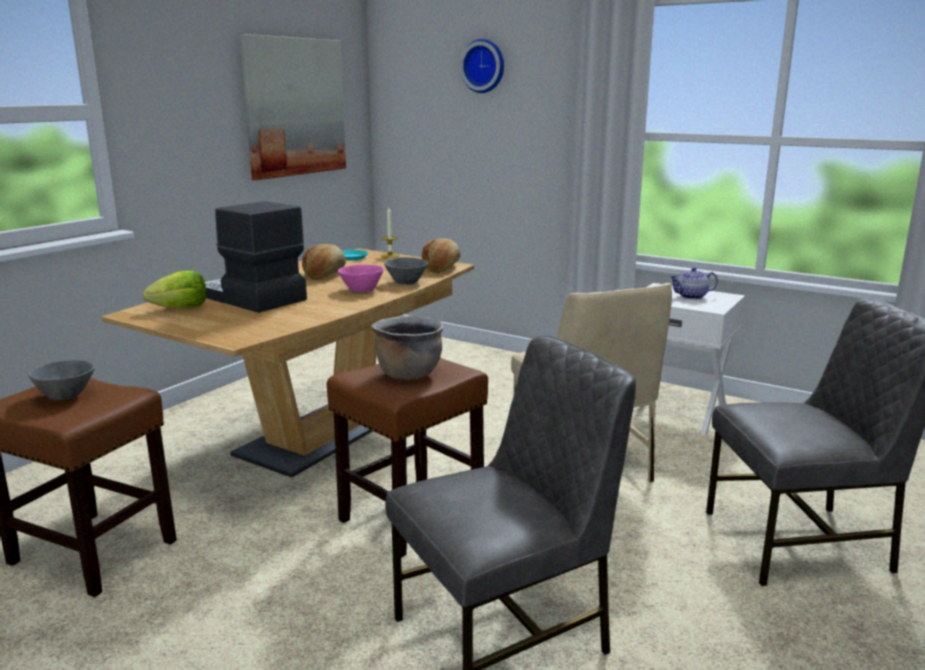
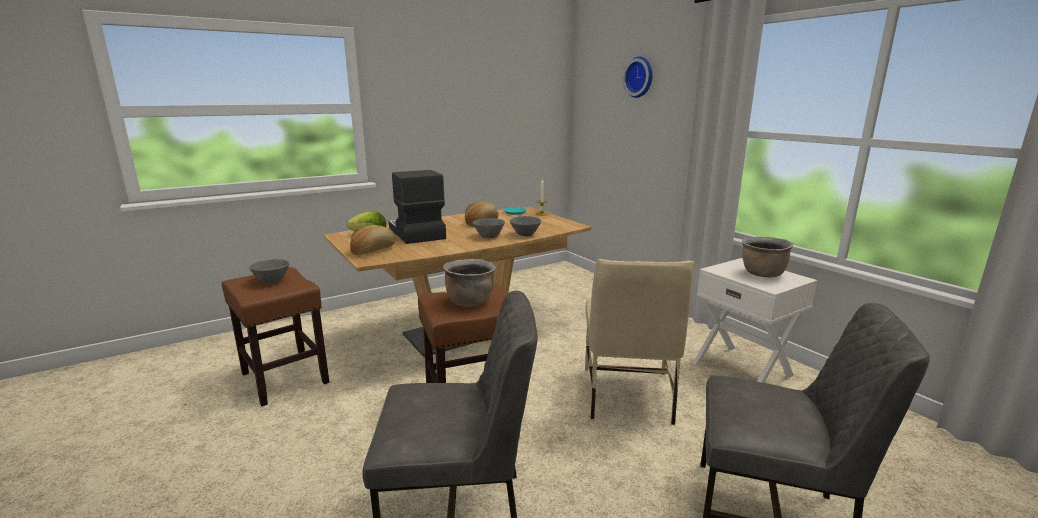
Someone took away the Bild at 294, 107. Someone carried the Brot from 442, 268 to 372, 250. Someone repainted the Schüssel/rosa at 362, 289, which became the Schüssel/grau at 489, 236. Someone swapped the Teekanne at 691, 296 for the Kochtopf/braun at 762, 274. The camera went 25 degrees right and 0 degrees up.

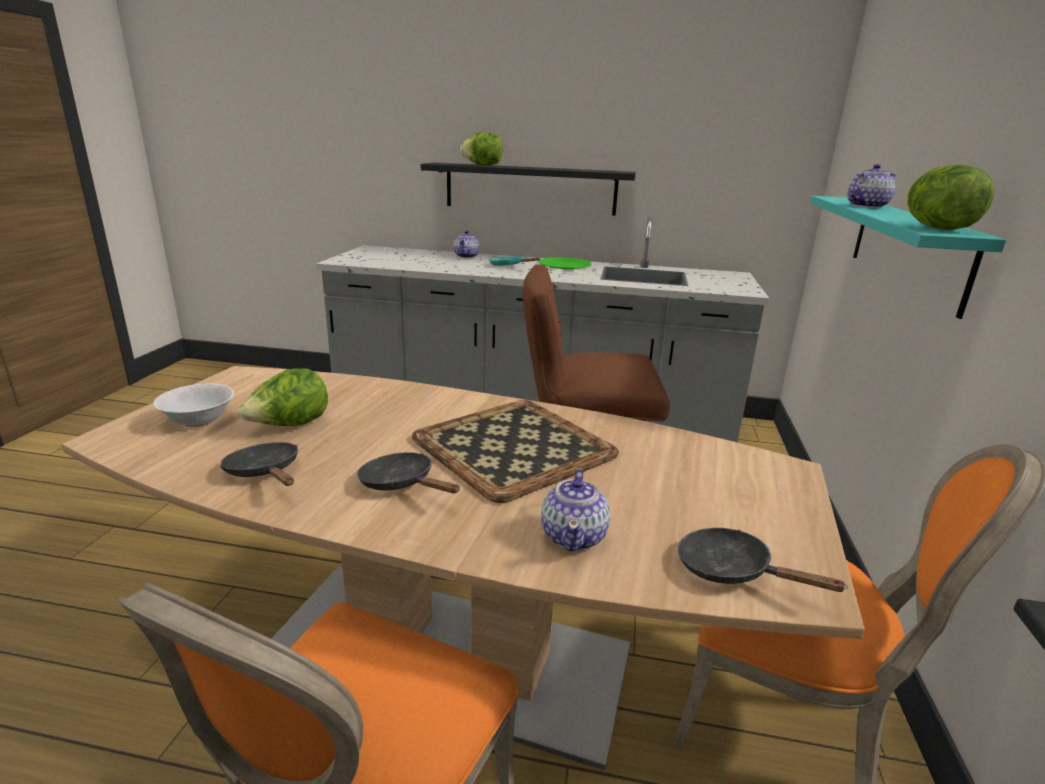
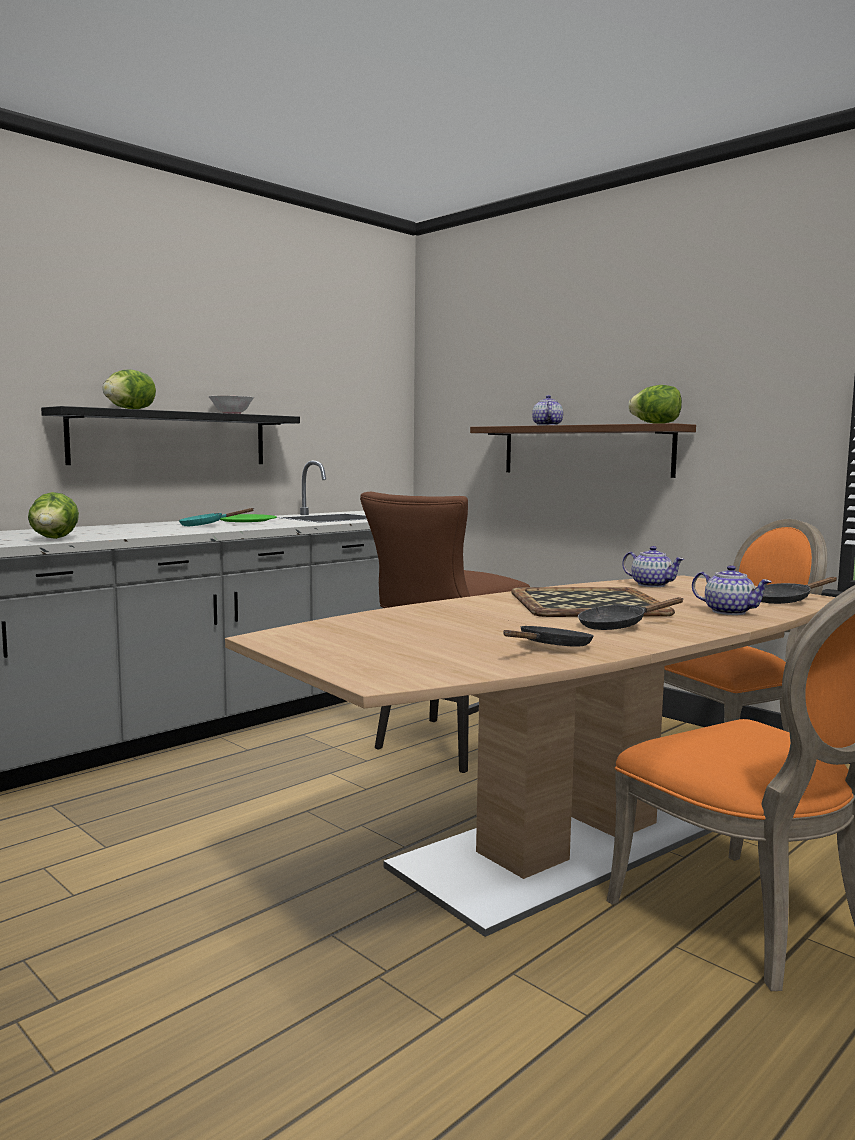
Someone repainted the Wandregal/türkis at 906, 248, which became the Wandregal/braun at 585, 450. Someone carried the Teekanne from 467, 256 to 651, 585. Someone carried the Salatkopf from 290, 426 to 54, 539. Someone carried the Schüssel/weiß from 199, 421 to 231, 414. Someone rotated the Pfanne/schwarz at 265, 472 by 135 degrees clockwise. The camera went 55 degrees left and 15 degrees down.

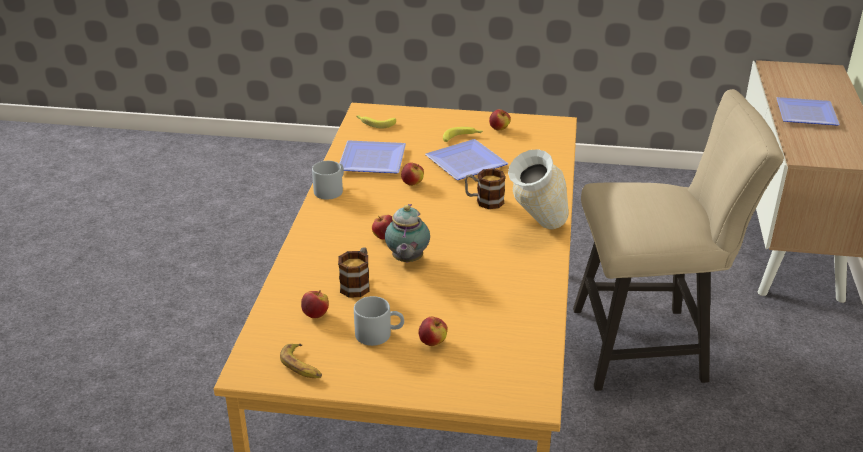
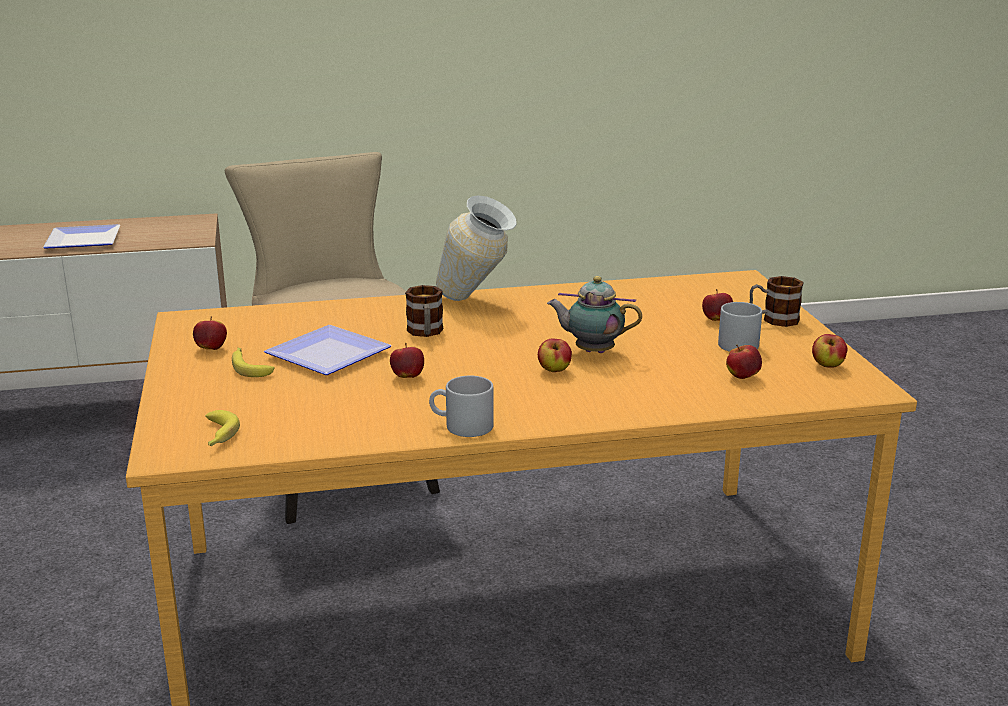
Someone took away the Teller at 370, 159. Someone rotated the Teekanne at 407, 260 by 150 degrees counterclockwise. Someone carried the Henkelbecher from 357, 284 to 773, 320. Someone swapped the Banane at 302, 366 for the Apfel at 827, 366. The camera went 110 degrees left and 10 degrees down.

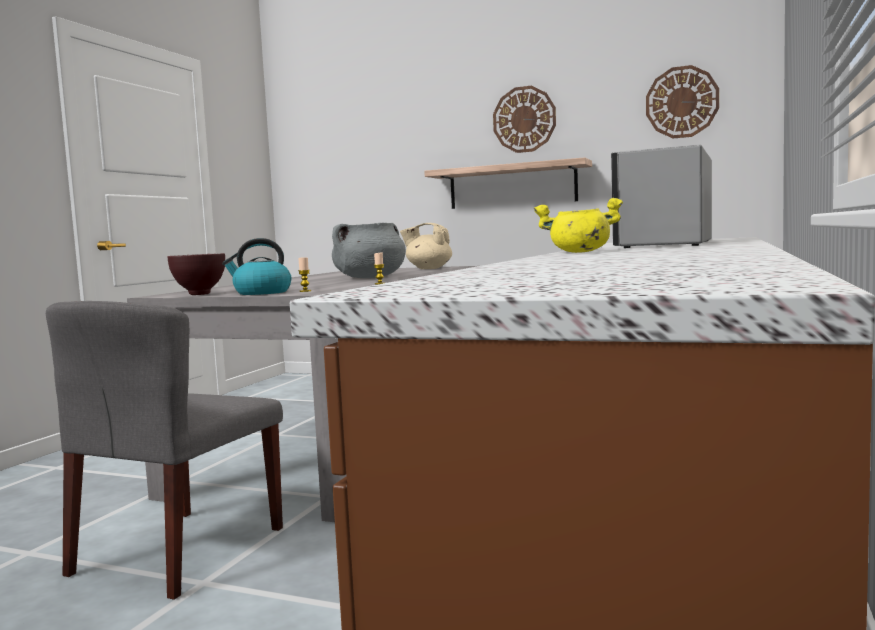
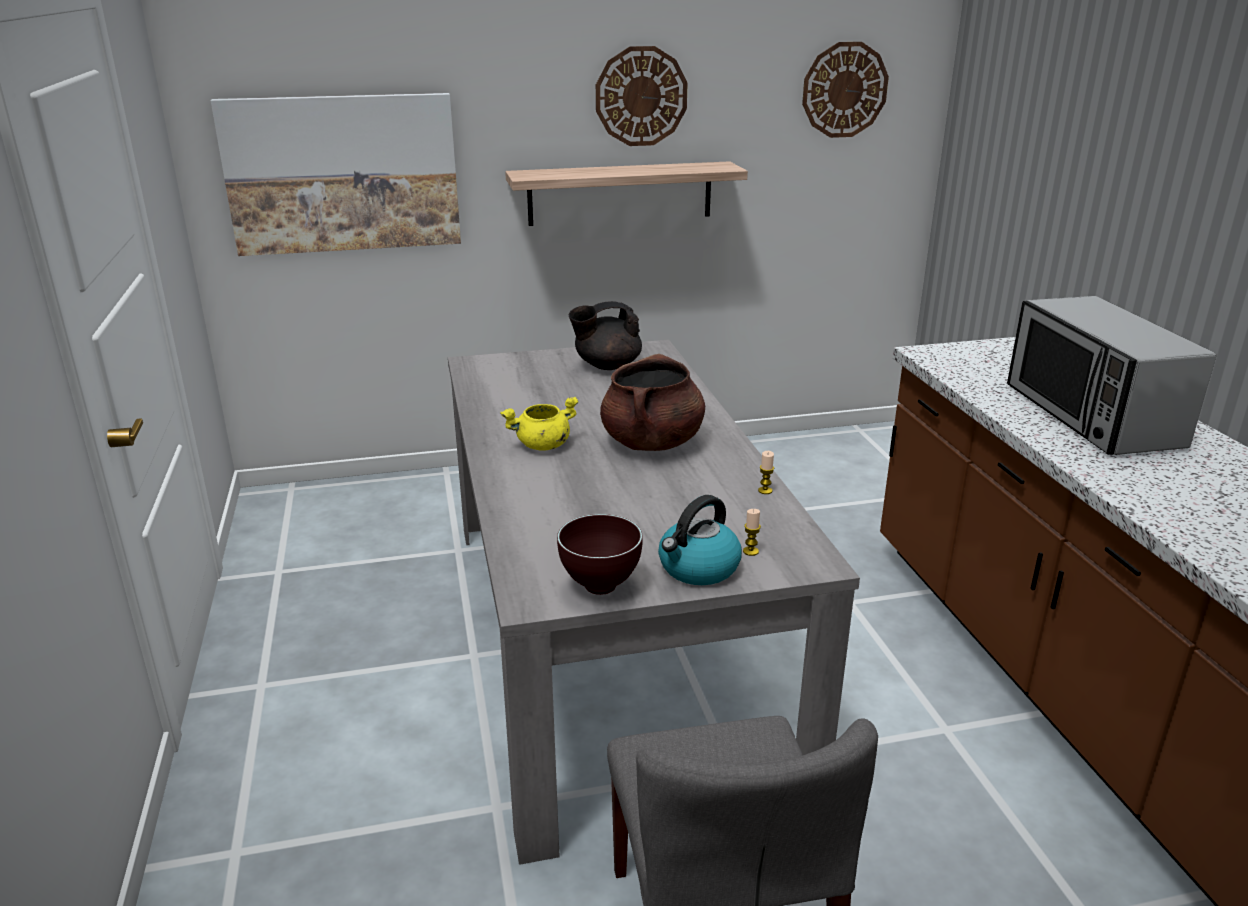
Someone carried the Kochtopf/gelb from 579, 252 to 542, 445. Someone repainted the Kochtopf/grau at 370, 278, which became the Kochtopf/braun at 652, 443. Someone repainted the Teekanne/beige at 428, 268, which became the Teekanne/schwarz at 606, 365. Someone put up the Bild at 343, 173. The camera went 35 degrees left and 20 degrees up.

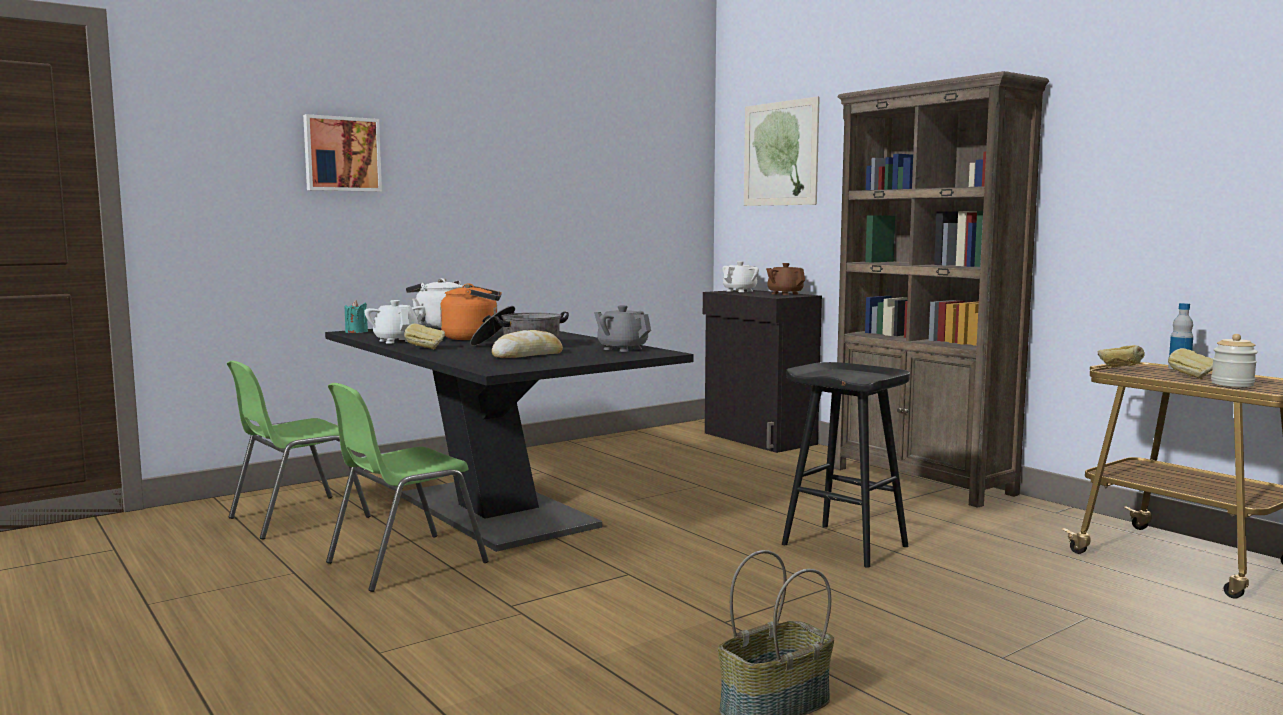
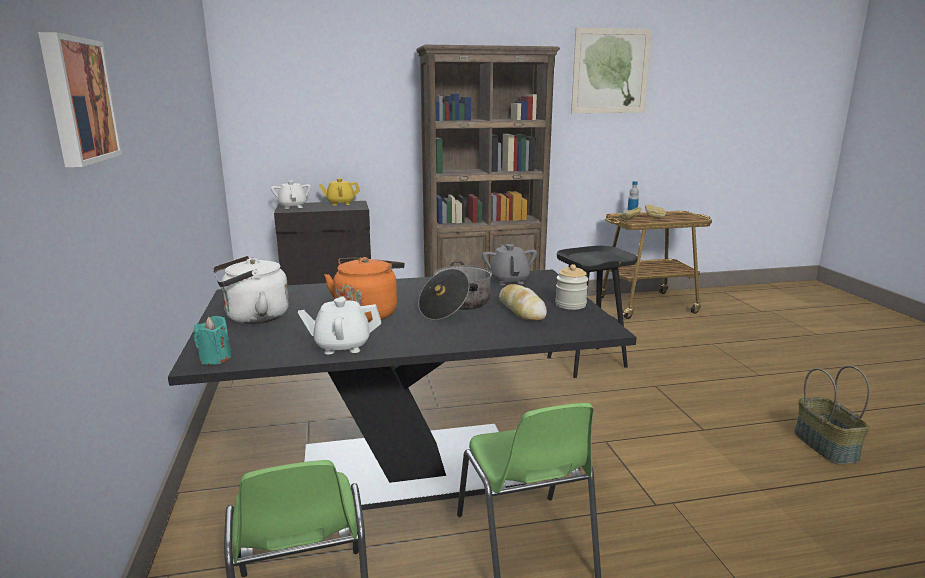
Someone carried the Bild from 780, 153 to 610, 71. Someone repainted the Teekanne/braun at 785, 294, which became the Teekanne/gelb at 340, 203. Someone rotated the Teekanne/grau at 622, 349 by 105 degrees clockwise. Someone took away the Brot at 425, 348. Someone carried the Vorratsglas from 1232, 384 to 570, 305. The camera went 65 degrees left and 10 degrees up.

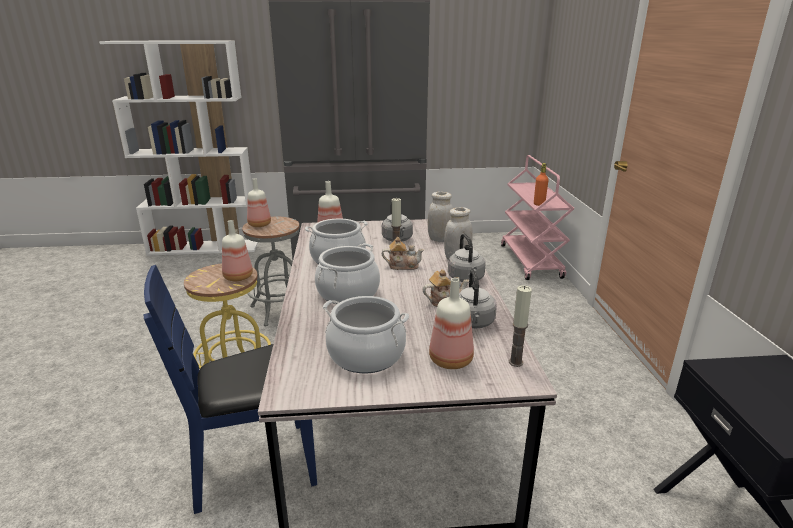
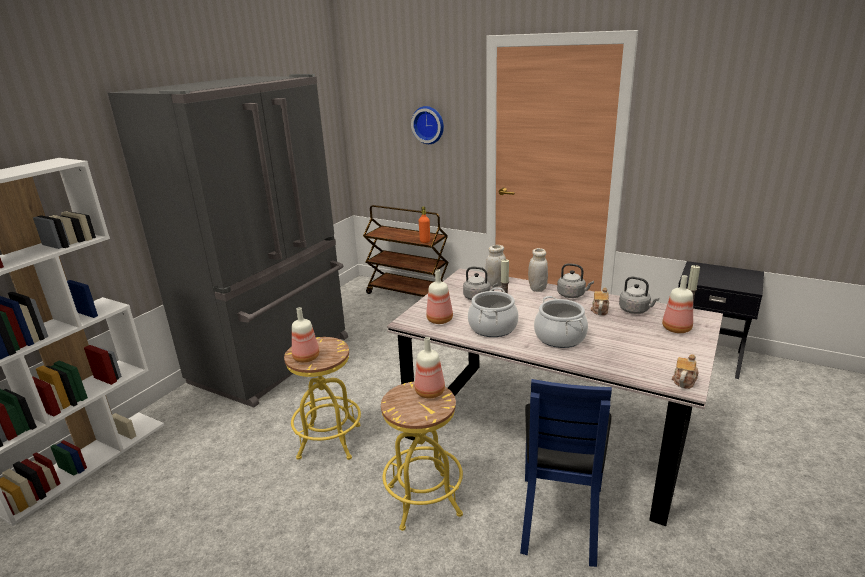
Someone repainted the Rollwagen/rosa at 531, 261, which became the Rollwagen/braun at 409, 294. Someone repainted the Hocker/grau at 280, 310, which became the Hocker/gelb at 329, 441. Someone carried the Teekanne from 402, 266 to 684, 380. Someone took away the Kochtopf at 366, 355. Someone put up the Wanduhr at 428, 124. The camera went 55 degrees left and 0 degrees up.

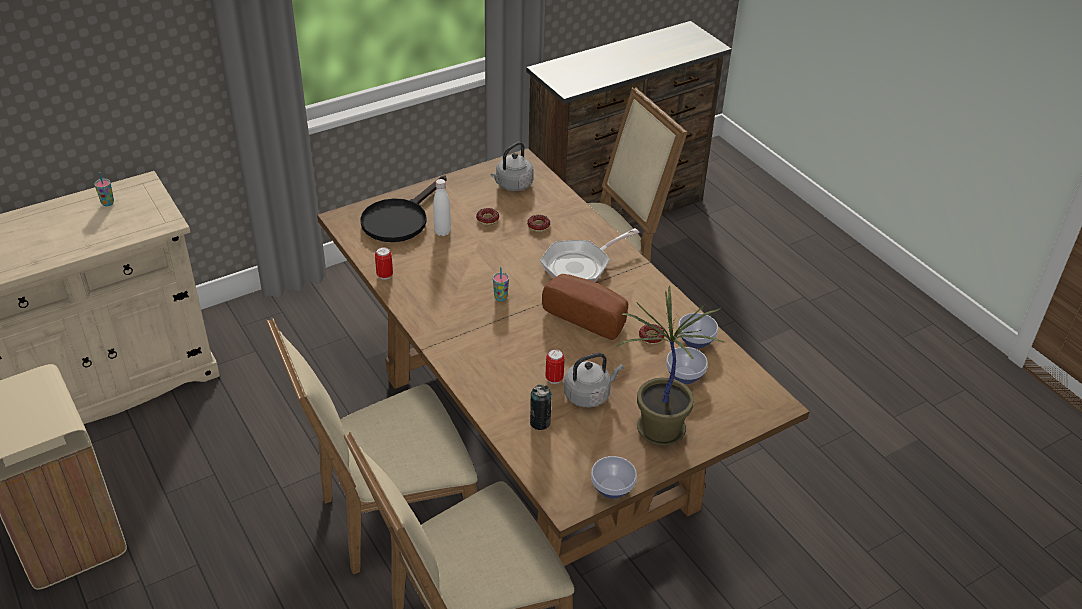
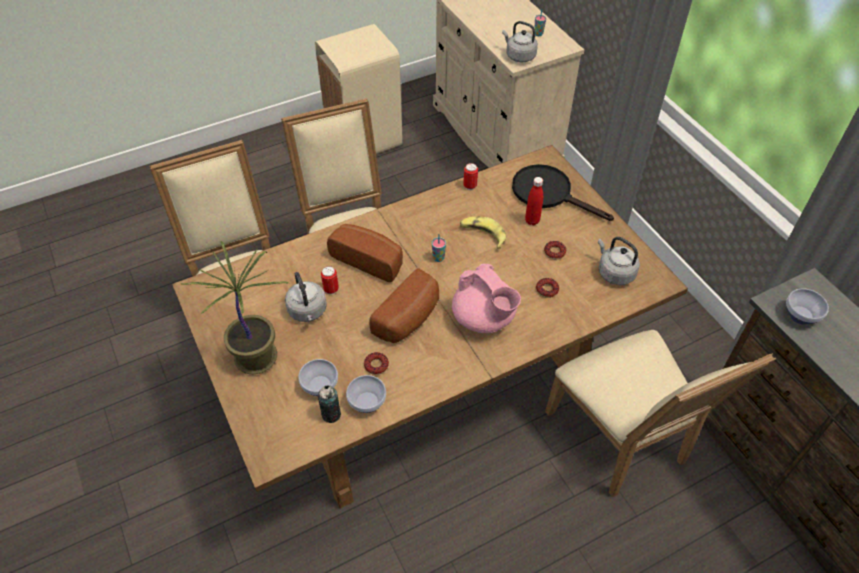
Someone repainted the Flasche/weiß at 442, 232, which became the Flasche/rot at 532, 221. Someone swapped the Pfanne at 580, 266 for the Teekanne/rosa at 484, 318. Someone carried the Dose from 540, 422 to 331, 414. Someone carried the Schüssel from 611, 487 to 801, 315. Someone put down the Wasserkessel/grau at 519, 56. Someone put down the Banane at 483, 234. Someone put down the Brot at 369, 259. The camera went 95 degrees right and 10 degrees up.

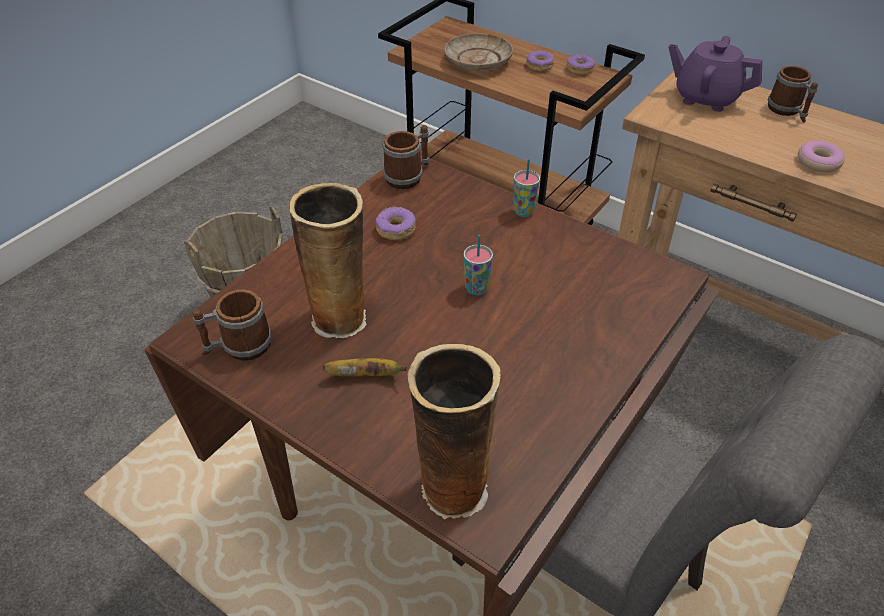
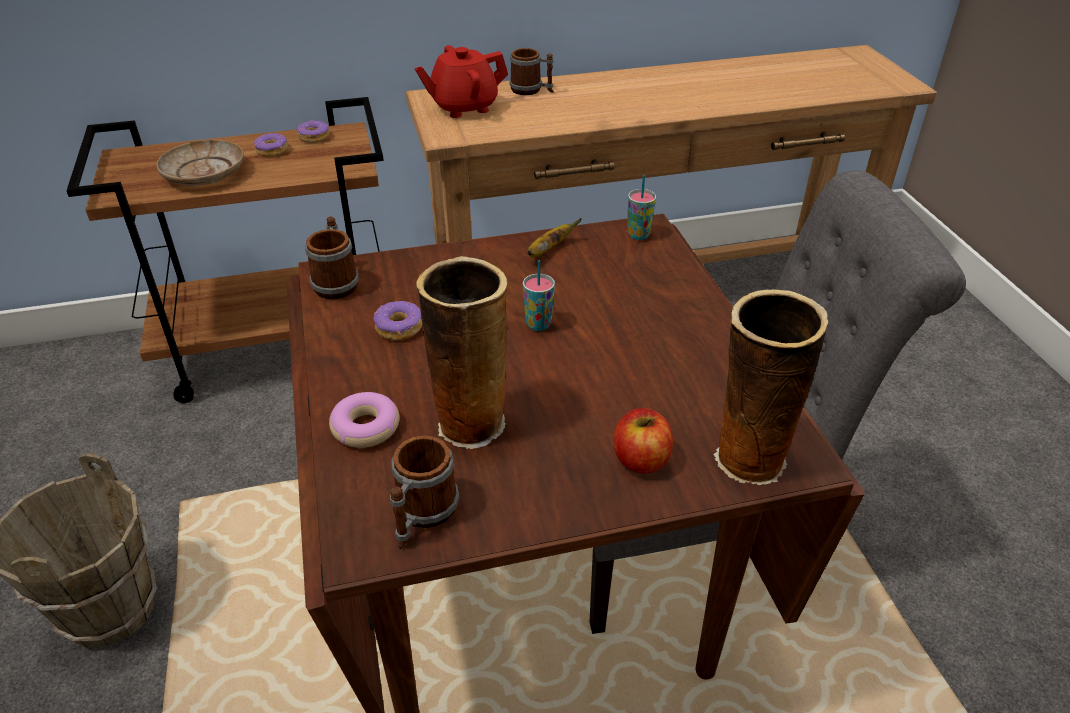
Someone repainted the Teekanne/lila at 705, 98, which became the Teekanne/rot at 463, 107. Someone carried the Donut from 818, 162 to 365, 427. Someone carried the Tasse from 523, 211 to 638, 235. Someone carried the Banane from 366, 376 to 548, 250. Someone put down the Apfel at 640, 460. The camera went 50 degrees left and 5 degrees down.

